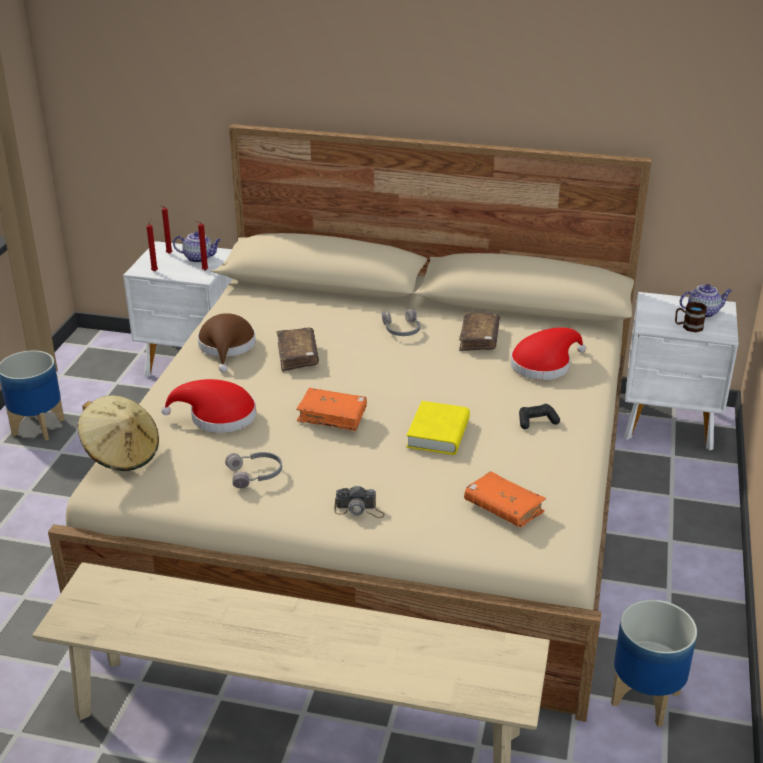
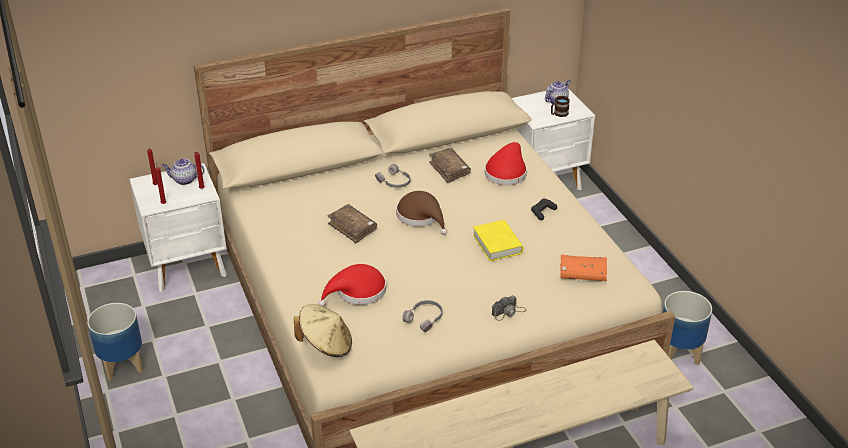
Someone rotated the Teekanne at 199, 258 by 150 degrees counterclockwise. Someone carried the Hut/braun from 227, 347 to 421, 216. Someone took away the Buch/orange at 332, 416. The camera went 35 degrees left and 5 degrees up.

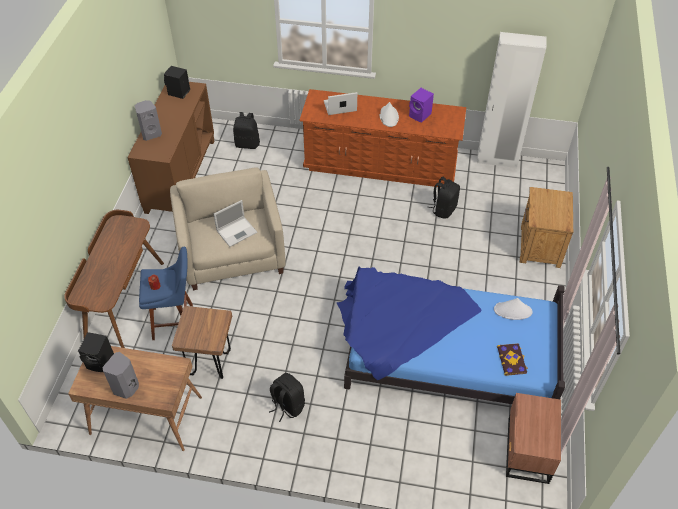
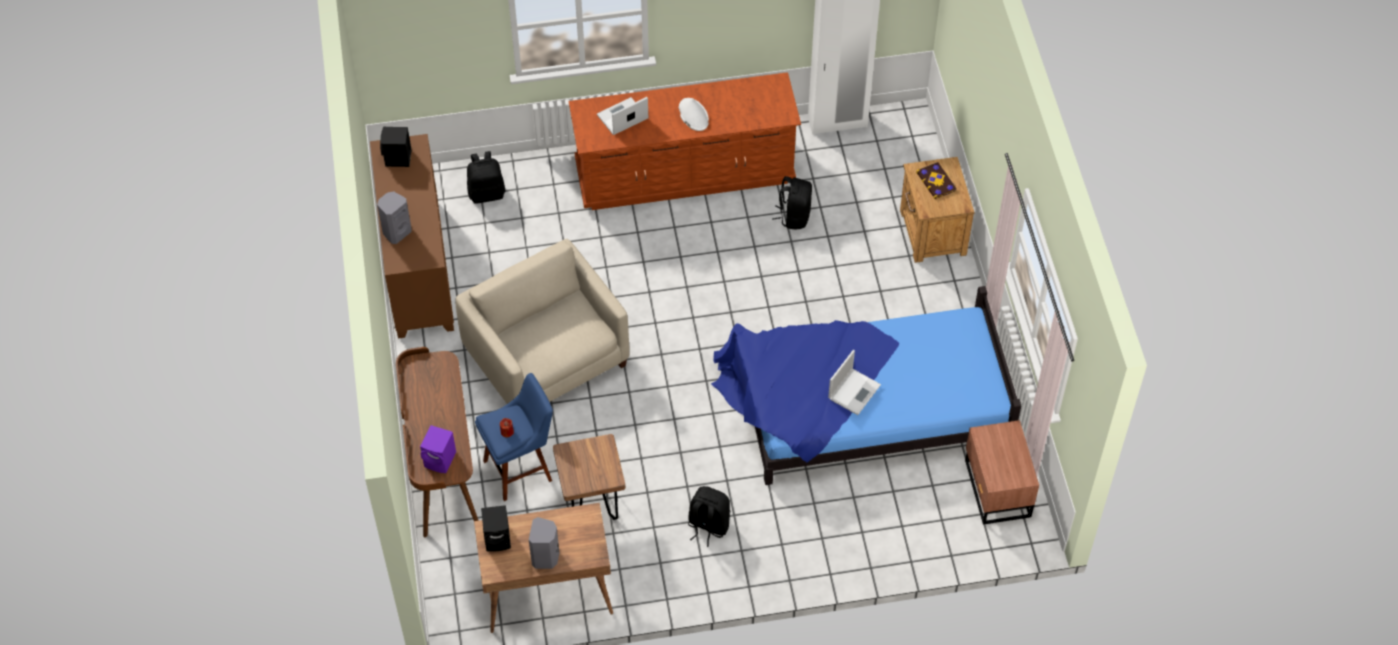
Someone carried the Lautsprecher/lila from 420, 115 to 441, 460. Someone carried the Laptop from 237, 231 to 854, 391. Someone took away the Hut/weiß at 513, 311. Someone carried the Buch from 512, 360 to 936, 181. The camera went 20 degrees left and 5 degrees up.

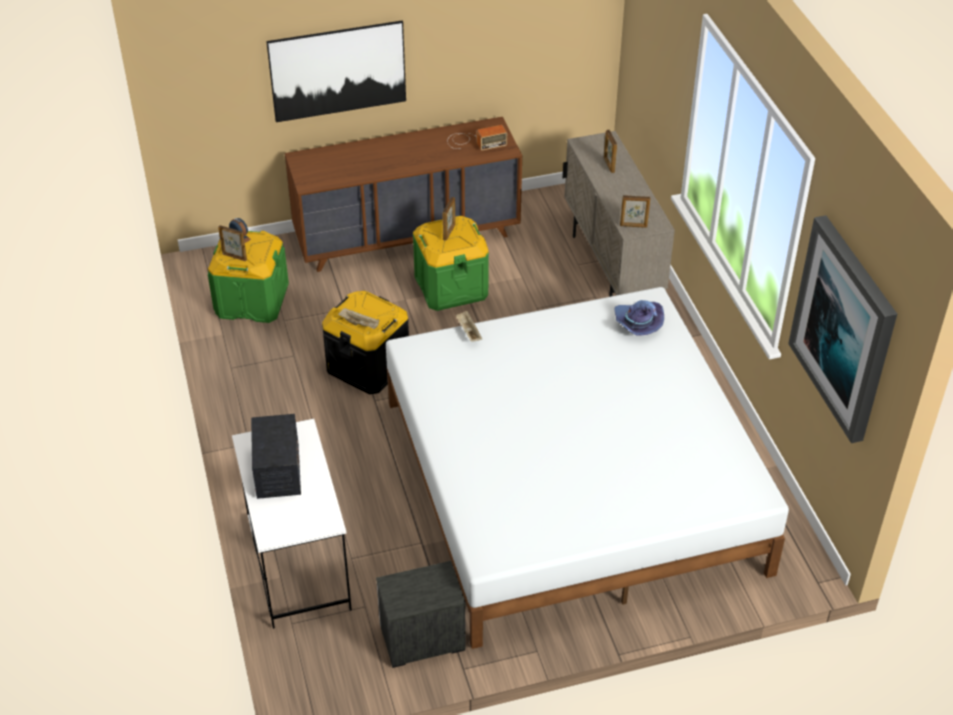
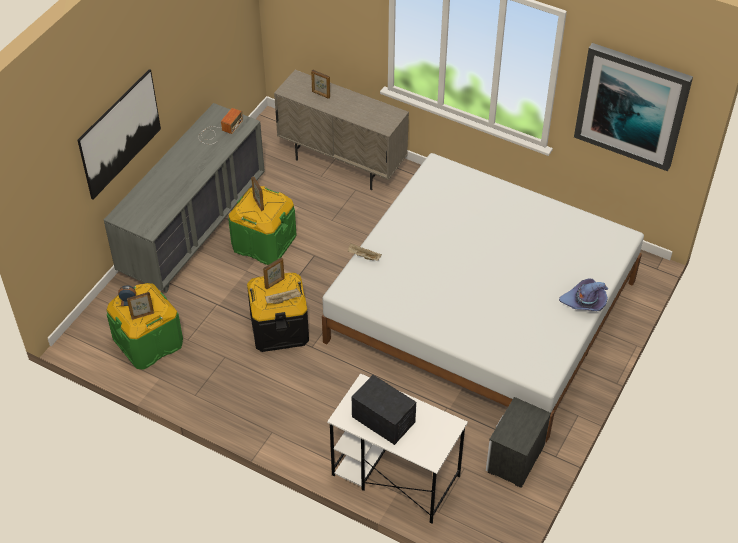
Someone repainted the Kommode/braun at 407, 237, which became the Kommode/grau at 194, 229. Someone carried the Bilderrahmen from 633, 226 to 275, 283. Someone carried the Hut/lila from 637, 324 to 584, 302. The camera went 45 degrees left and 5 degrees up.

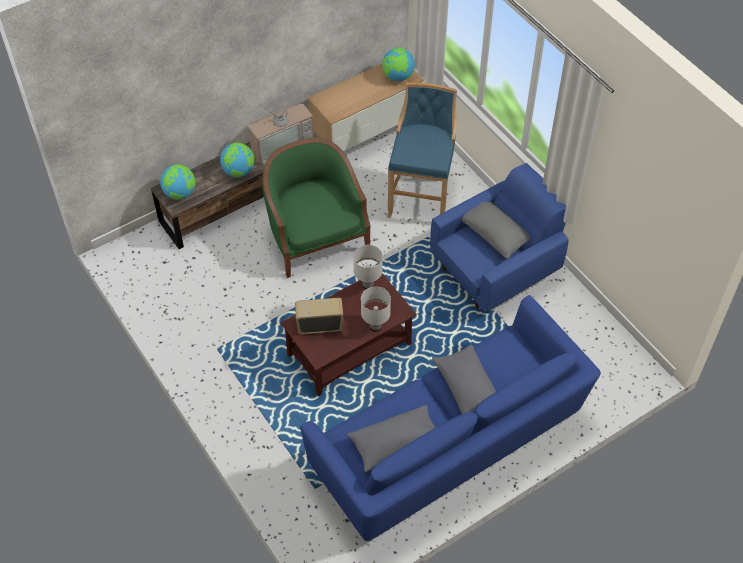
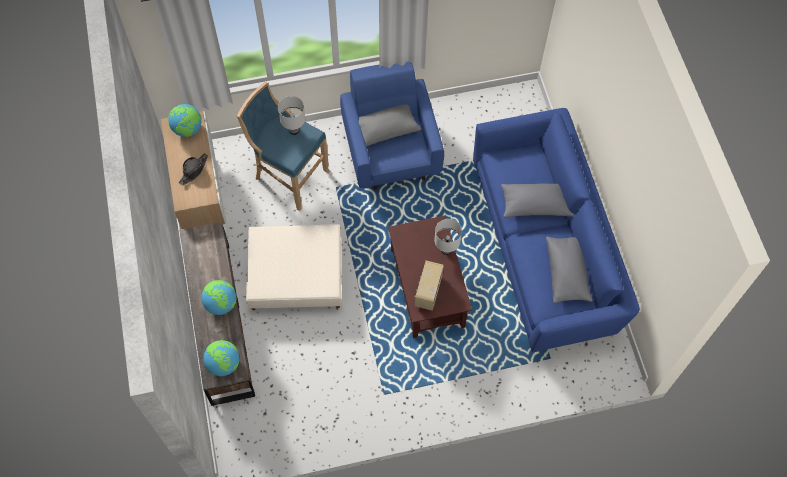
Someone took away the Fernseher at 281, 144. Someone swapped the Sessel/grün at 316, 238 for the Polsterhocker/beige at 296, 275. Someone carried the Tischlampe/weiß from 368, 284 to 294, 130. Someone put down the Hut/schwarz at 194, 170. The camera went 70 degrees left and 10 degrees up.

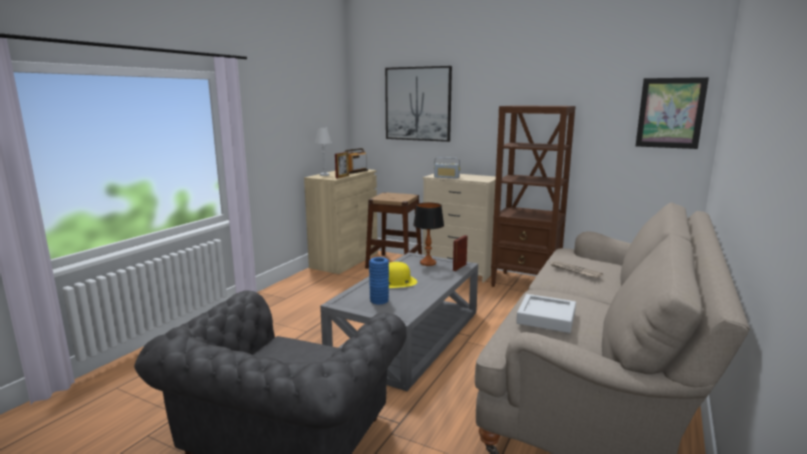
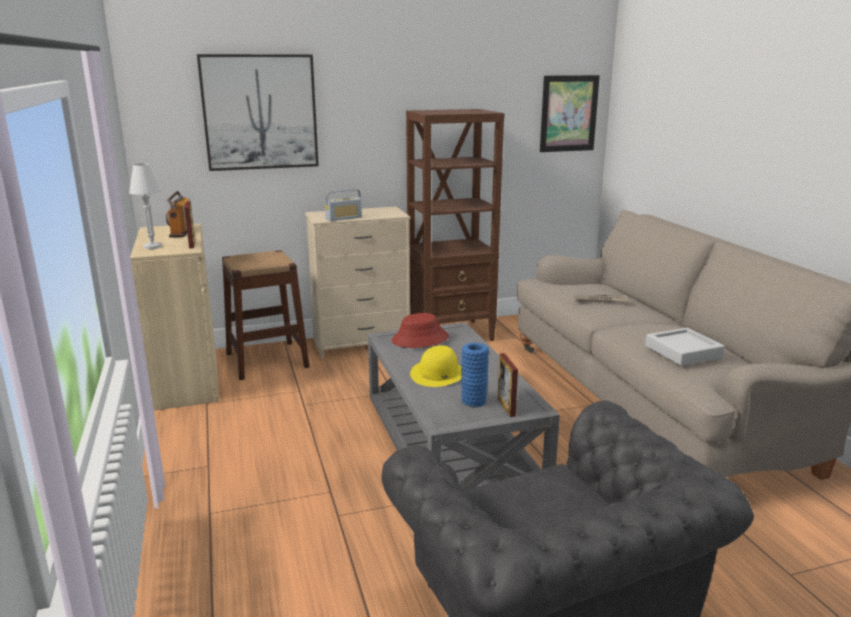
Someone swapped the Tischlampe at 427, 263 for the Hut/rot at 420, 339. Someone carried the Bilderrahmen from 459, 267 to 506, 407. The camera went 45 degrees left and 5 degrees up.

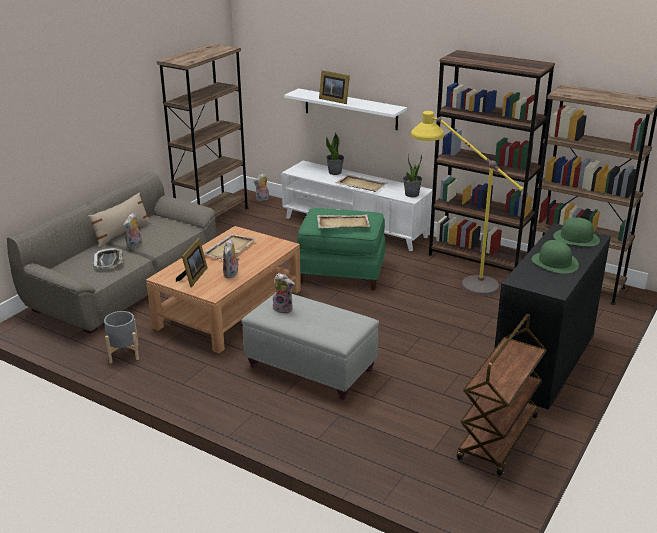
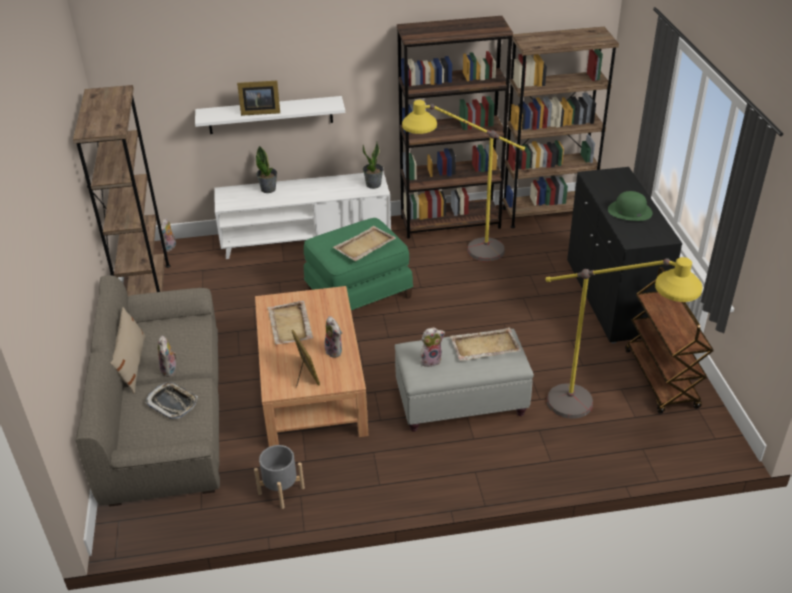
Someone carried the Tablett/beige from 361, 184 to 484, 346. Someone took away the Hut/grün at 576, 238. Someone put down the Stehlampe/gelb at 600, 414. The camera went 40 degrees left and 10 degrees up.

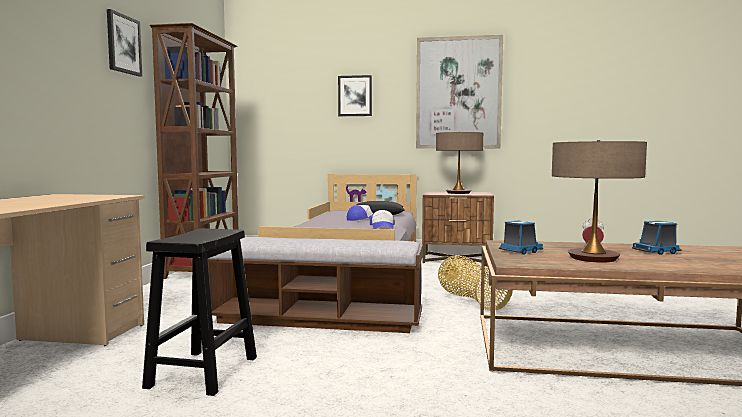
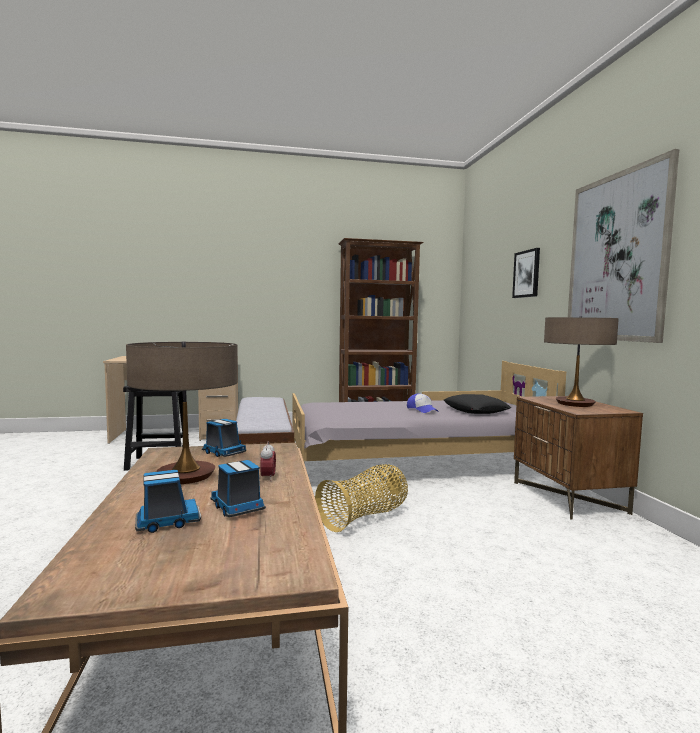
Someone took away the Bild at 123, 44. Someone took away the Kappe at 382, 227. Someone put down the Spielzeuglaster at 166, 522. The camera went 70 degrees right and 0 degrees up.

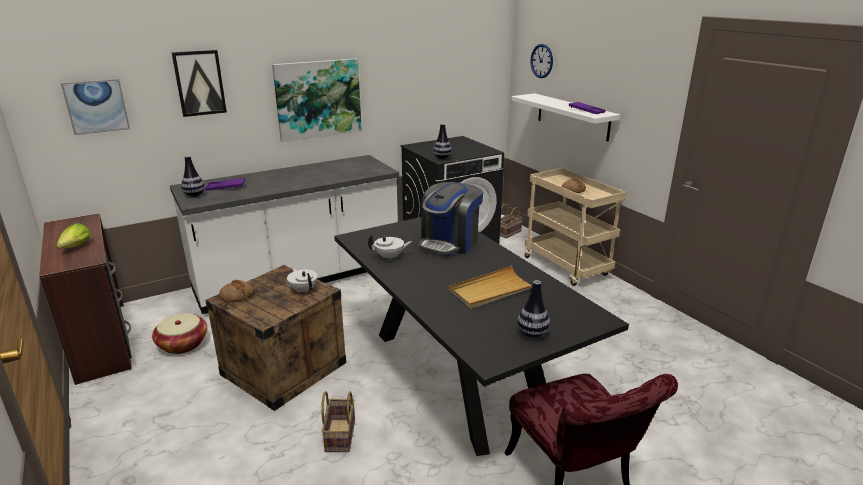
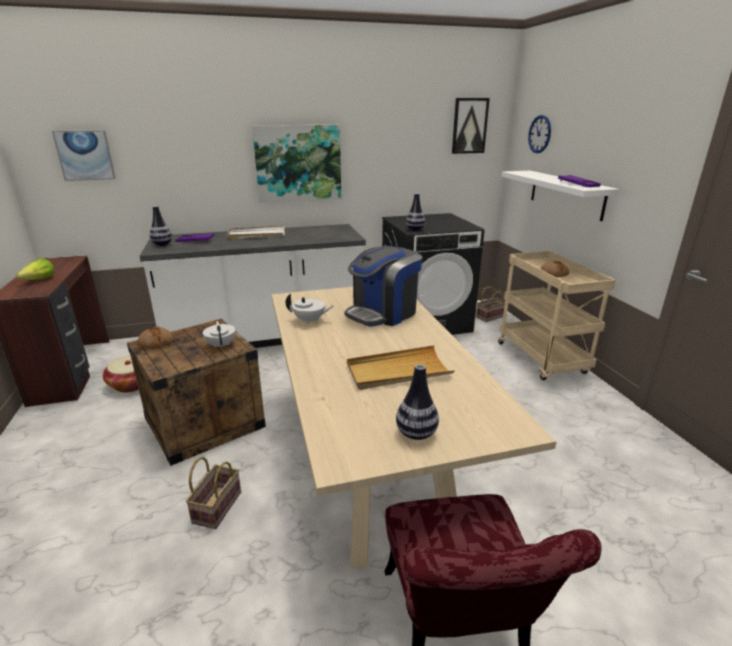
Someone carried the Bild from 199, 83 to 469, 126. Someone repainted the Esstisch/schwarz at 459, 374, which became the Esstisch/beige at 374, 460. Someone put down the Tablett/weiß at 256, 235. The camera went 15 degrees right and 0 degrees up.

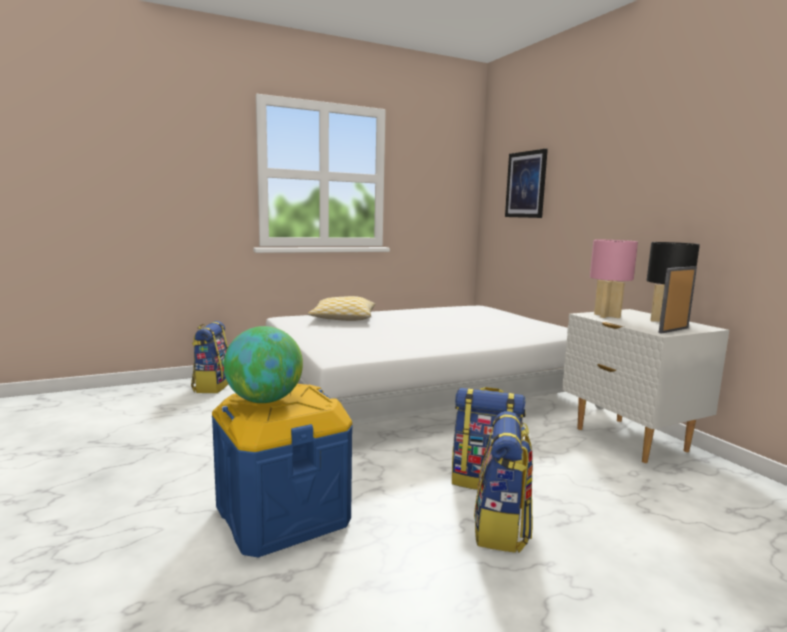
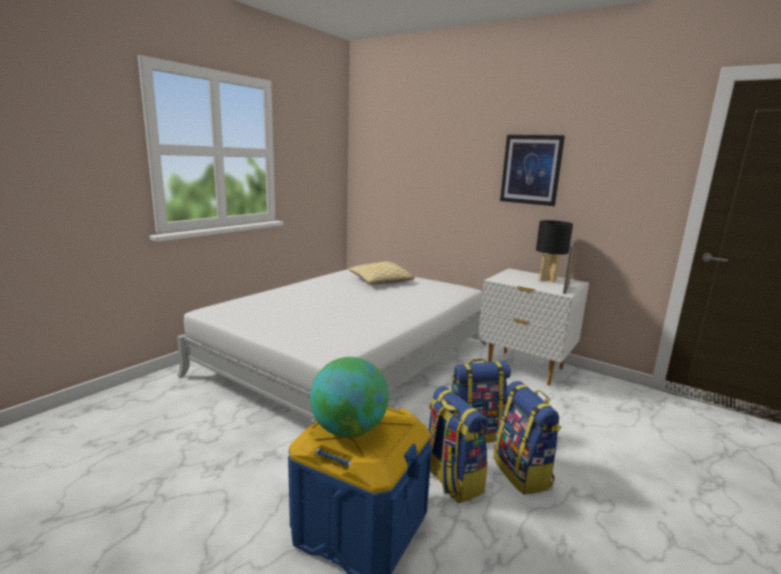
Someone carried the Bild from 526, 184 to 531, 169. Someone took away the Tischlampe/rosa at 607, 316. Someone carried the Kissen from 343, 318 to 380, 281. Someone carried the Rucksack from 212, 386 to 450, 480. The camera went 30 degrees left and 5 degrees up.

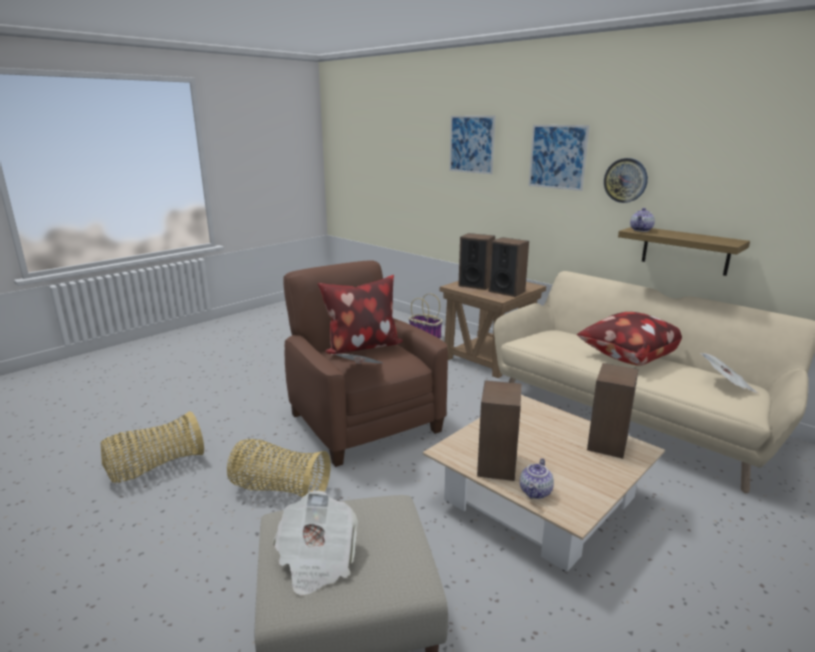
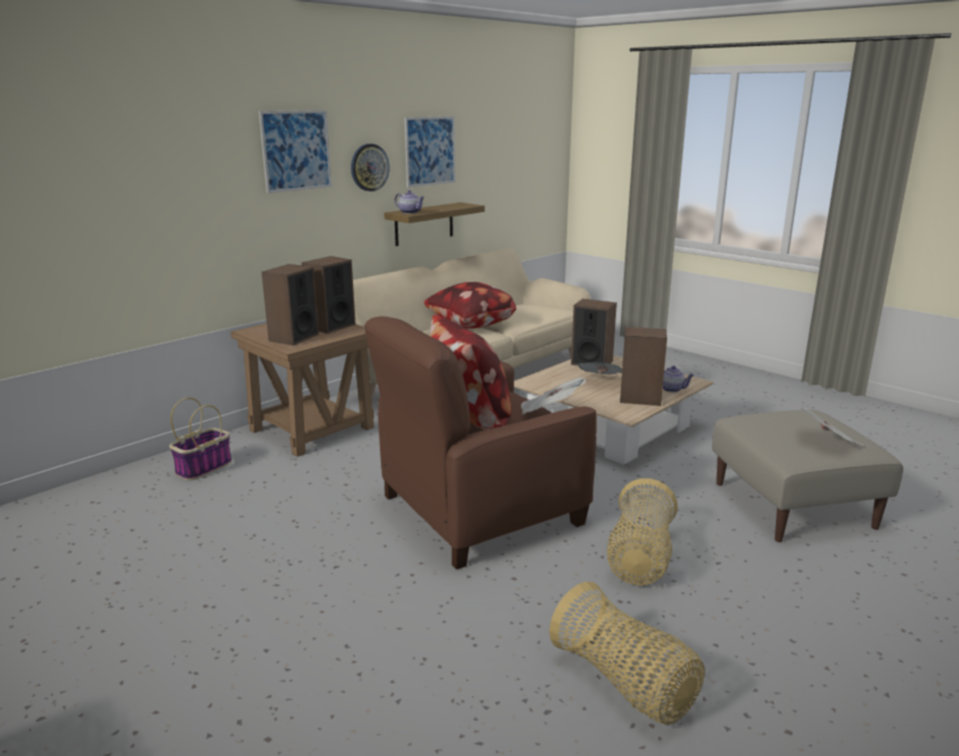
Someone carried the Bild from 471, 144 to 430, 151. Someone carried the Zeitung from 725, 386 to 600, 381. The camera went 90 degrees left and 0 degrees up.

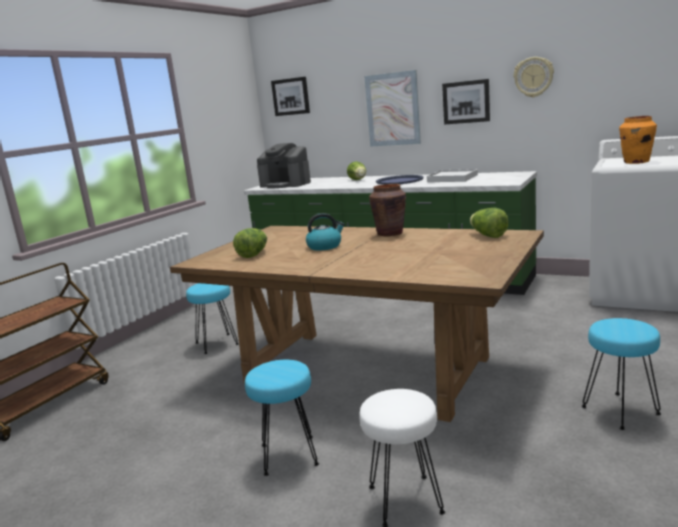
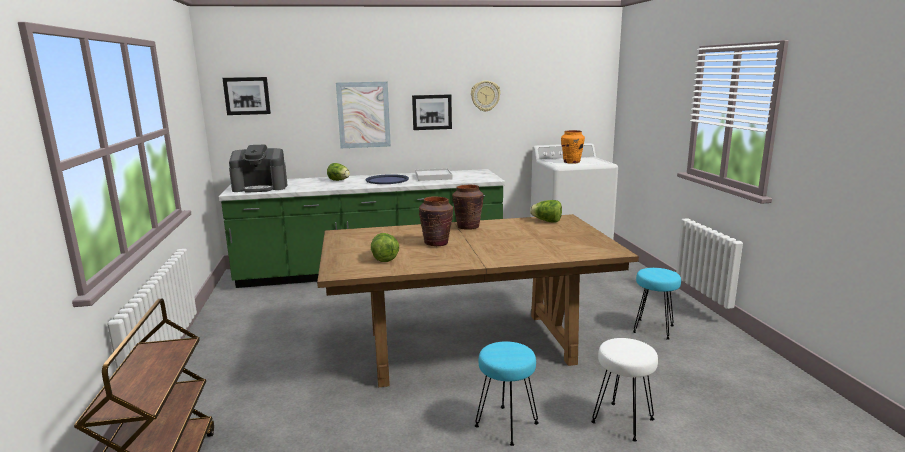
Someone swapped the Wasserkessel at 325, 246 for the Vase/braun at 436, 243. Someone took away the Hocker/türkis at 217, 343. The camera went 40 degrees left and 0 degrees up.

